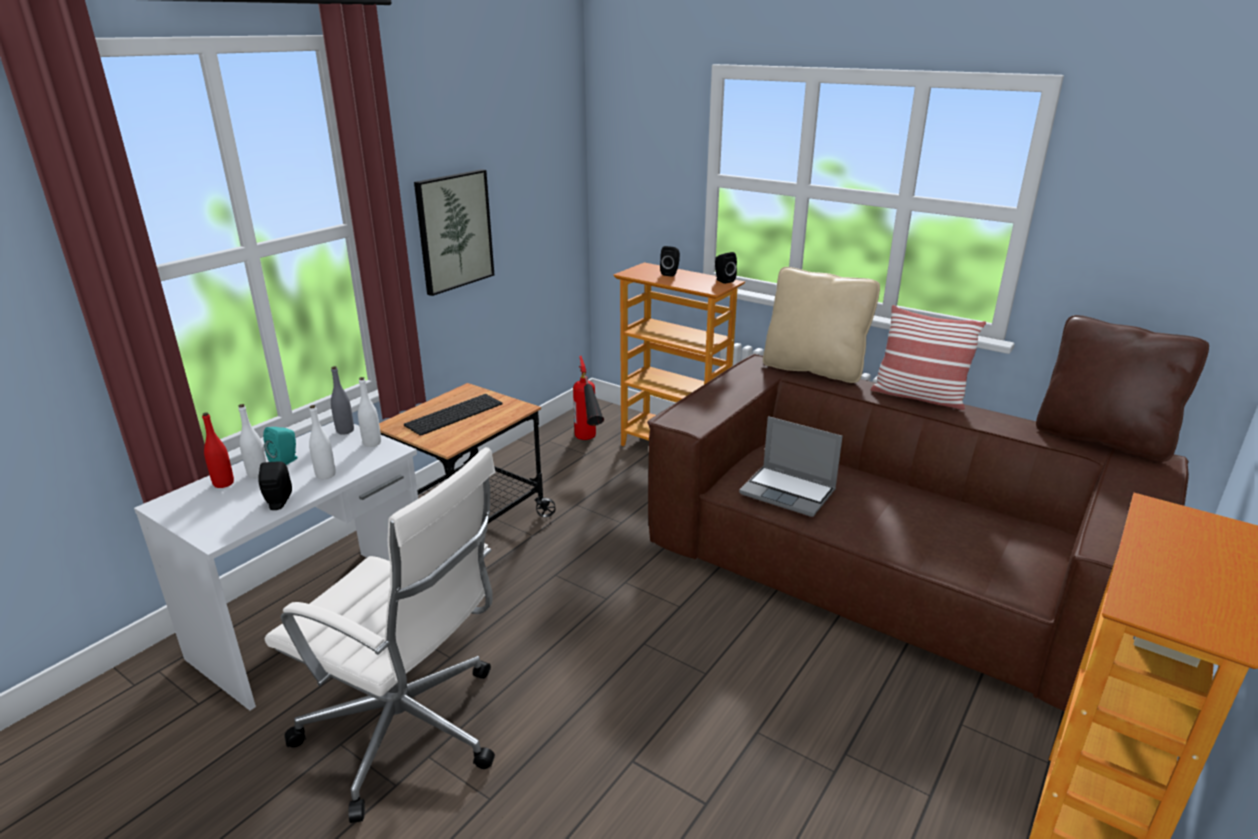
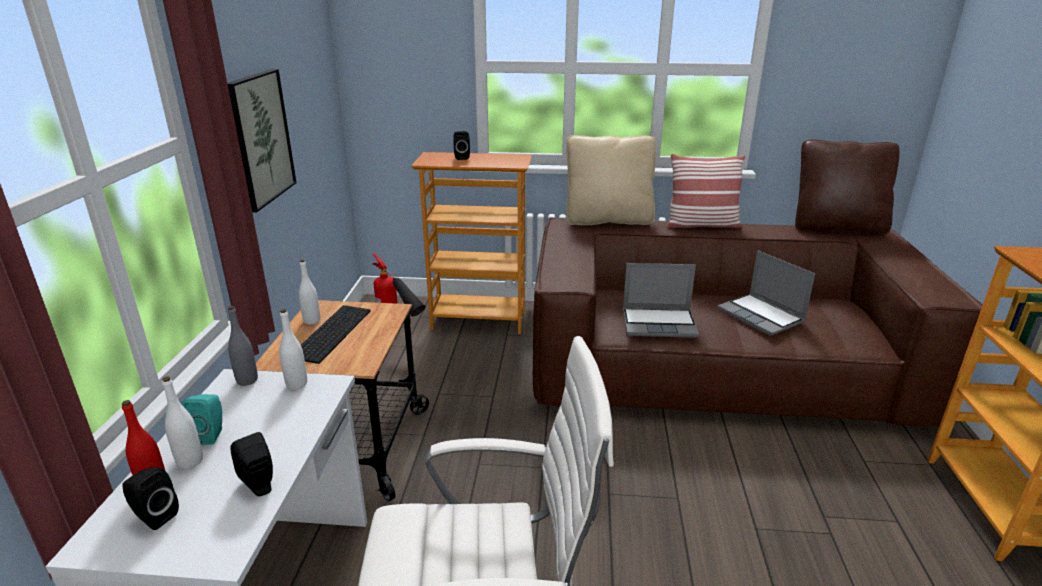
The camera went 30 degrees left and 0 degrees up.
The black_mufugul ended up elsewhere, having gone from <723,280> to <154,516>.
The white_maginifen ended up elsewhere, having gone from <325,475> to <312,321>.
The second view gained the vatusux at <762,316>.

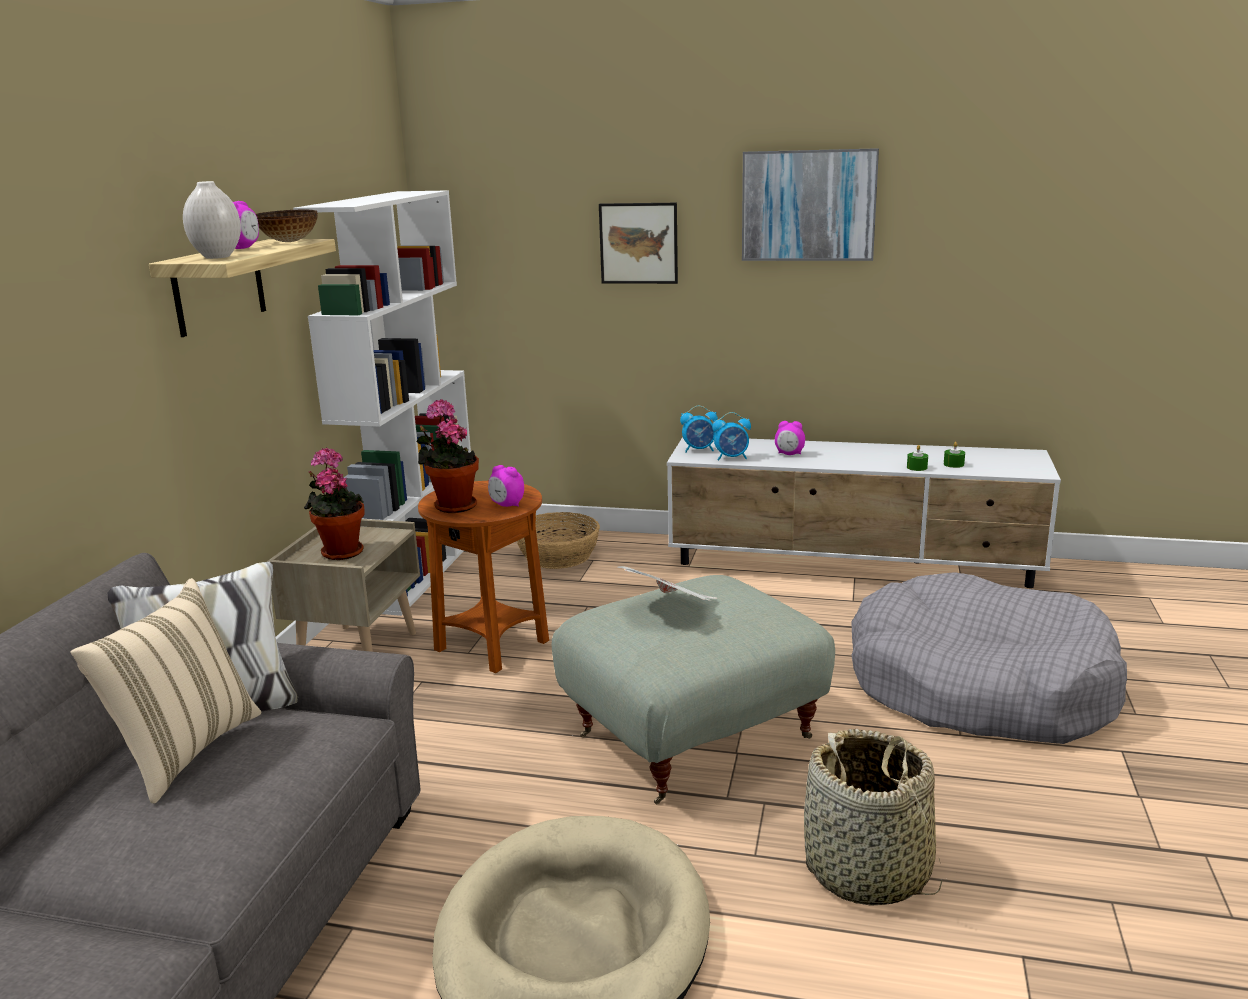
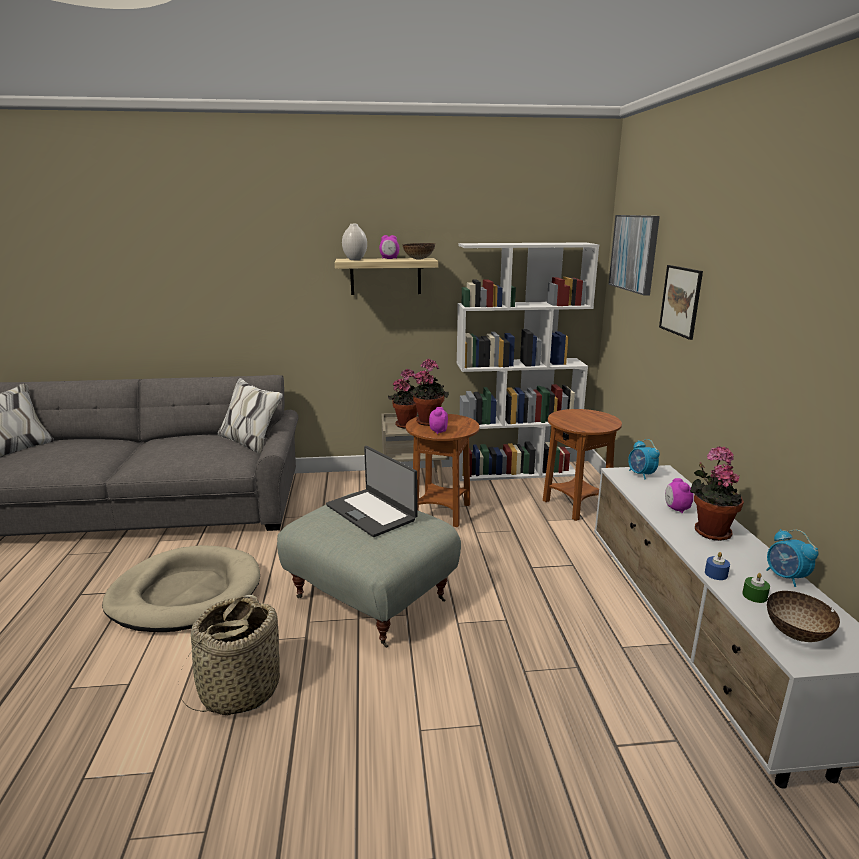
The camera went 70 degrees right and 0 degrees up.
Where the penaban stood at <670,608>, the vatusux came to stand at <371,512>.
Where the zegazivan stood at <558,556>, the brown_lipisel came to stand at <576,506>.
The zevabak ended up elsewhere, having gone from <808,205> to <634,253>.
The second view gained the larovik at <709,531>.
What was the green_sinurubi at <917,467> turned into the blue_sinurubi at <716,574>.
The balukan ended up elsewhere, having gone from <732,458> to <785,577>.
The second view gained the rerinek at <796,635>.
The second view lost the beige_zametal at <185,751>.
The second view lost the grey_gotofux at <979,686>.

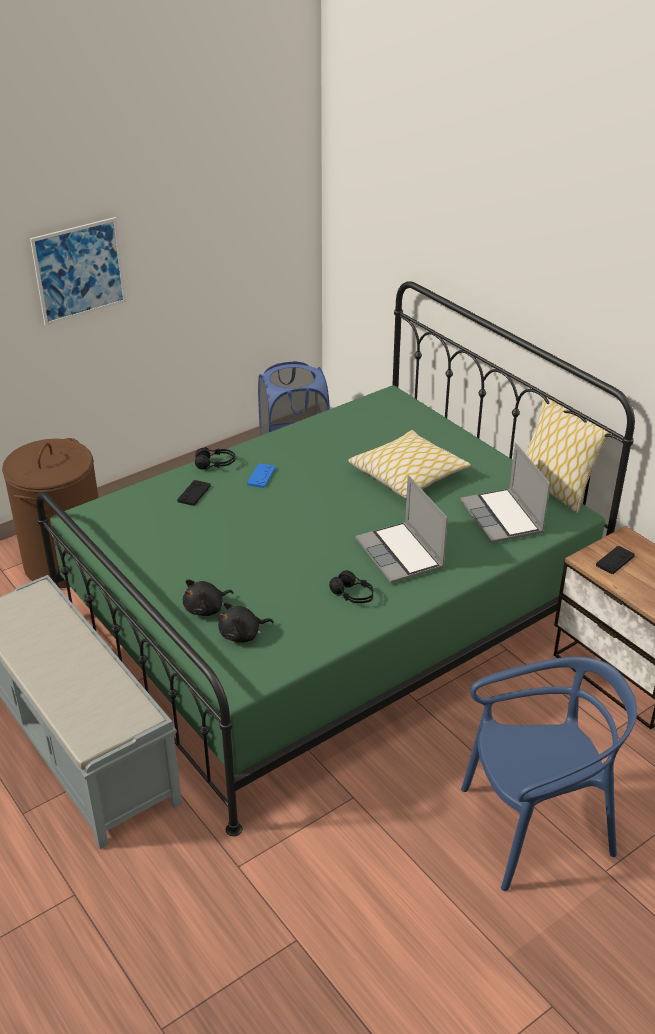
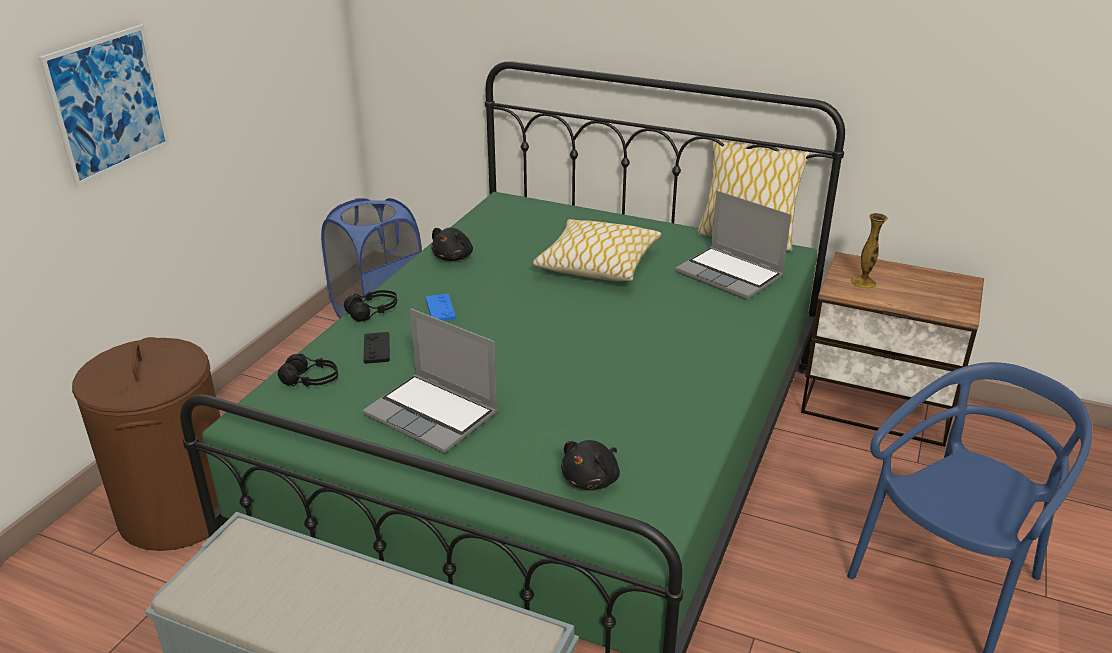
The camera went 30 degrees left and 5 degrees down.
The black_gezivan ended up elsewhere, having gone from <353,595> to <311,380>.
The vatusux ended up elsewhere, having gone from <401,554> to <433,414>.
The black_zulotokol ended up elsewhere, having gone from <206,609> to <454,257>.
Where the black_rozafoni stood at <615,561>, the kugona came to stand at <863,282>.

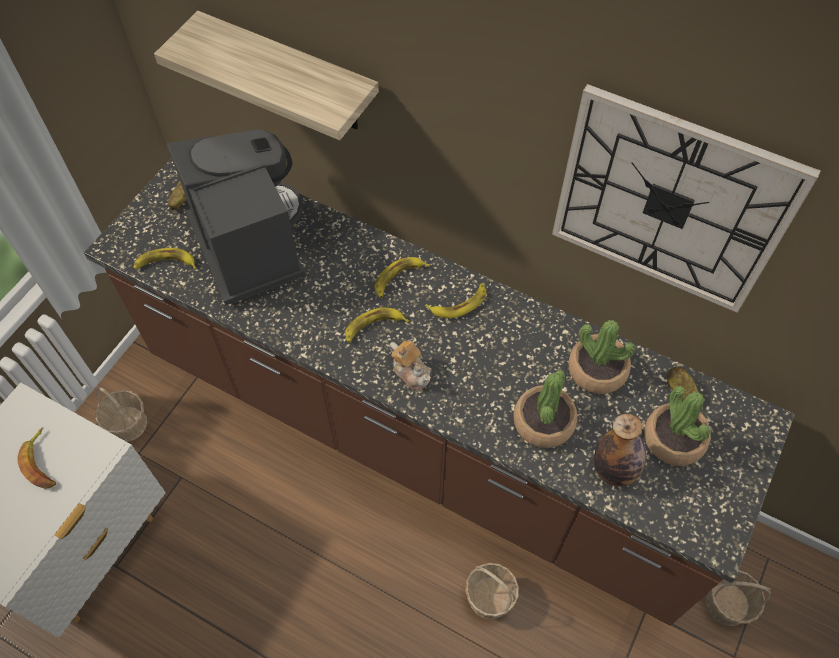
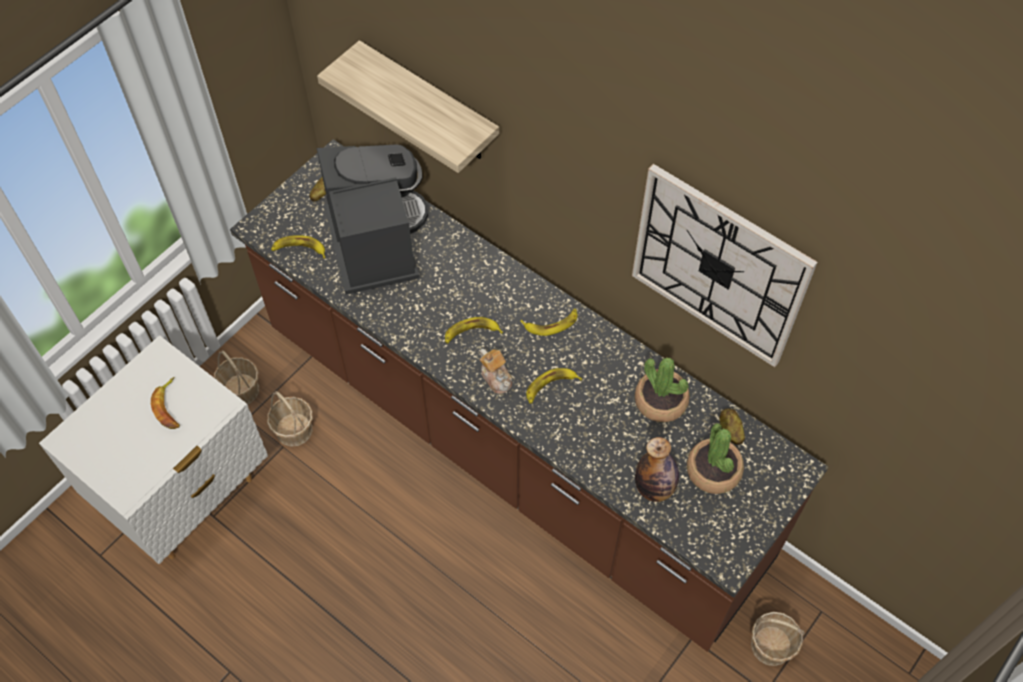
The camera went 10 degrees right and 0 degrees up.
The zegazivan ended up elsewhere, having gone from <489,597> to <294,429>.
The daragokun ended up elsewhere, having gone from <398,278> to <550,387>.
The second view lost the larovik at <543,422>.

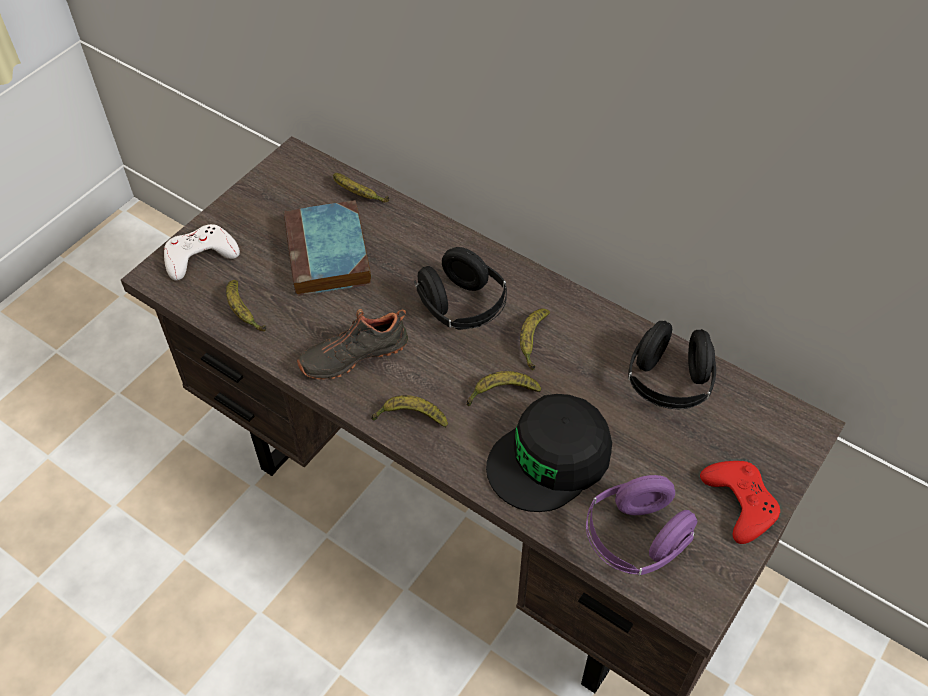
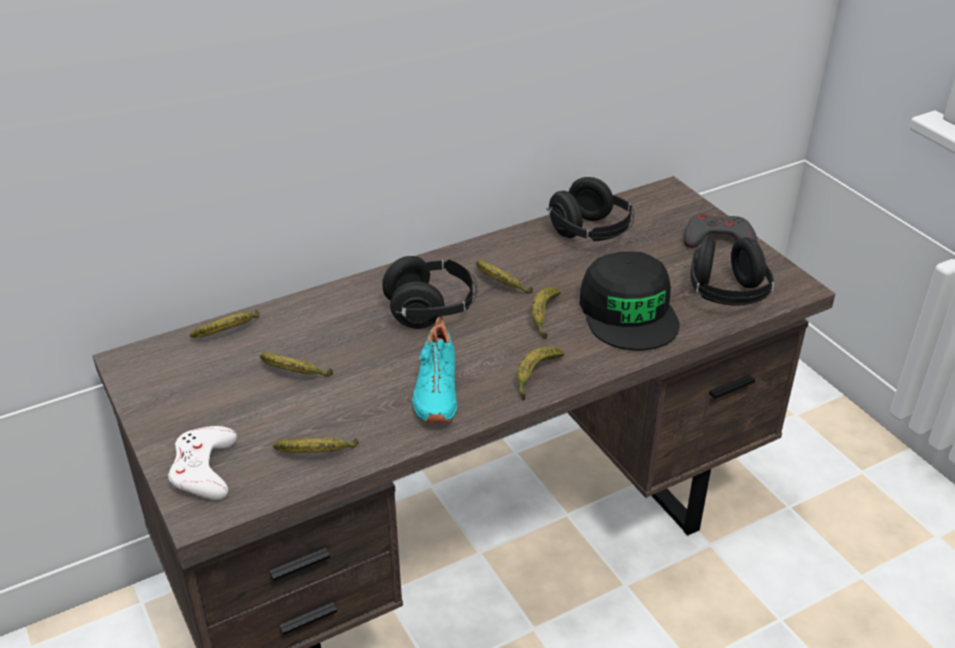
The camera went 65 degrees left and 15 degrees down.
Where the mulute stood at <329,256>, the daragokun came to stand at <294,373>.
What was the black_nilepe at <353,354> turned into the turquoise_nilepe at <434,391>.
What was the red_rozafoni at <740,502> turned into the grey_rozafoni at <718,239>.
What was the purple_gezivan at <635,539> turned into the black_gezivan at <726,295>.

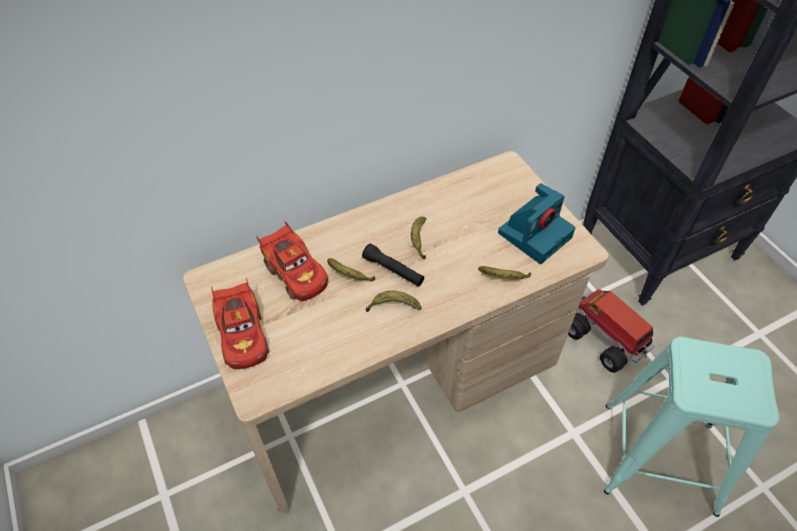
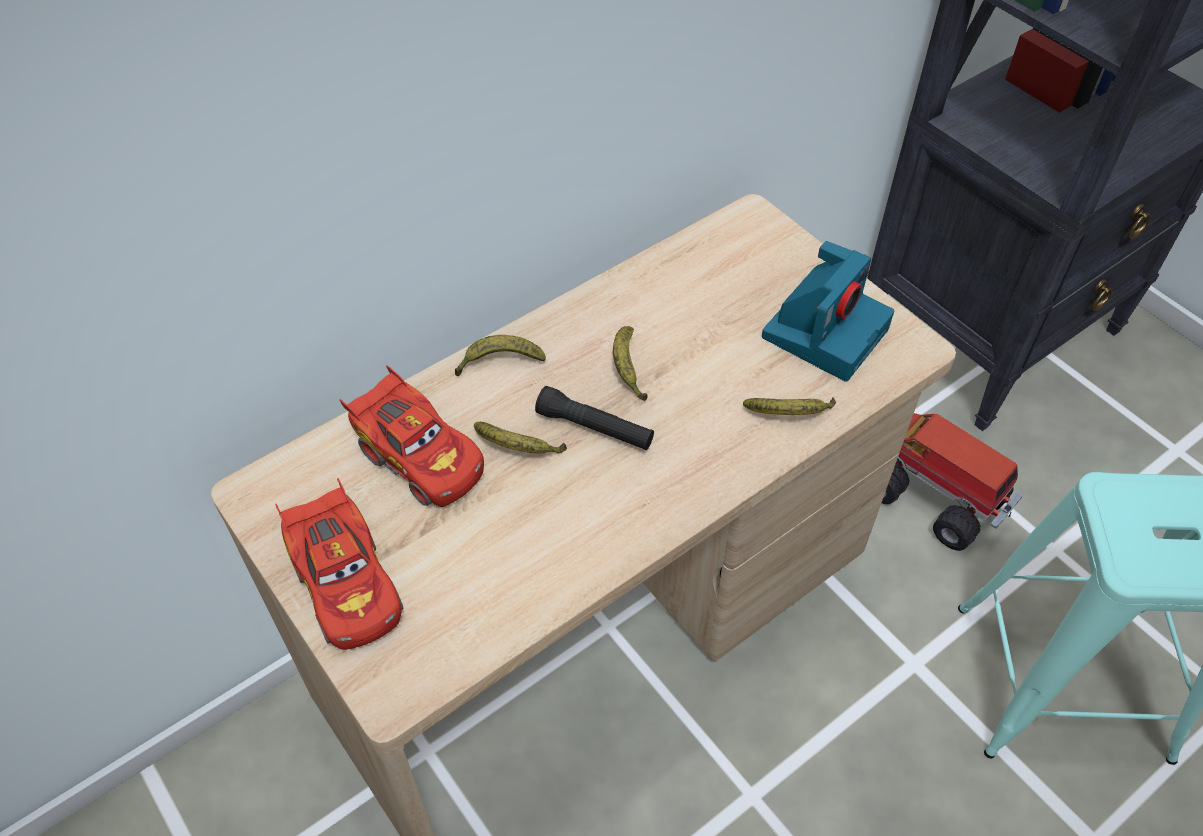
The camera went 10 degrees left and 0 degrees up.
The daragokun ended up elsewhere, having gone from <393,306> to <499,362>.

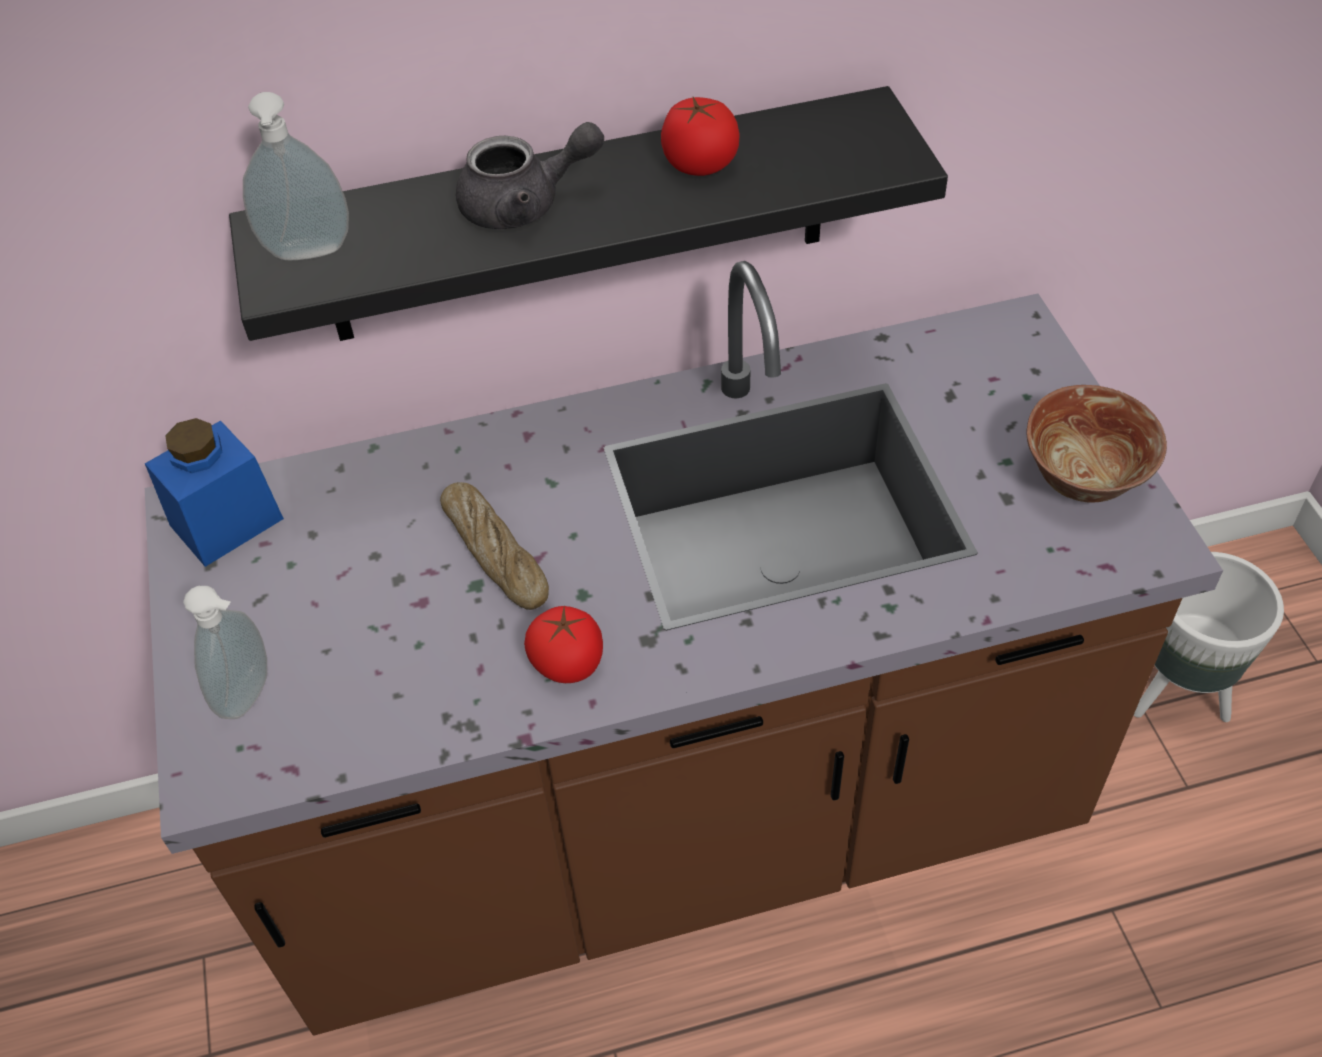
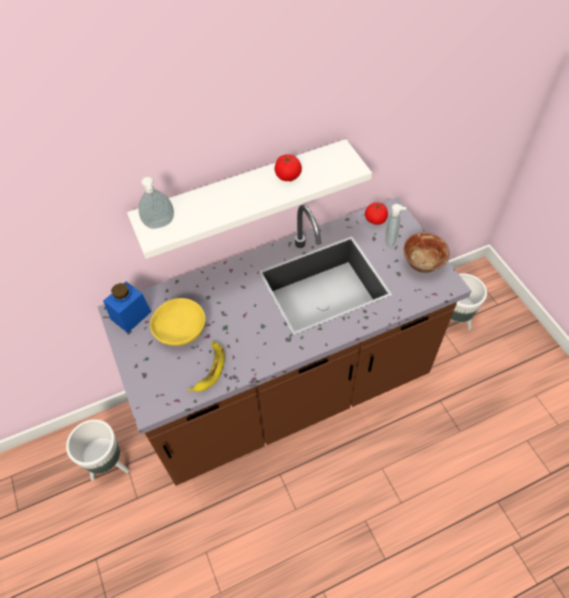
The camera went 10 degrees left and 5 degrees up.
The second view gained the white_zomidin at <109,465>.
What was the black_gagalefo at <577,219> turned into the white_gagalefo at <243,196>.
The second view gained the yellow_rerinek at <181,330>.
The second view gained the daragokun at <209,369>.
The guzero ended up elsewhere, having gone from <567,663> to <375,220>.
The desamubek ended up elsewhere, having gone from <251,695> to <391,240>.
The second view lost the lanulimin at <495,553>.
The second view lost the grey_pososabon at <525,205>.

